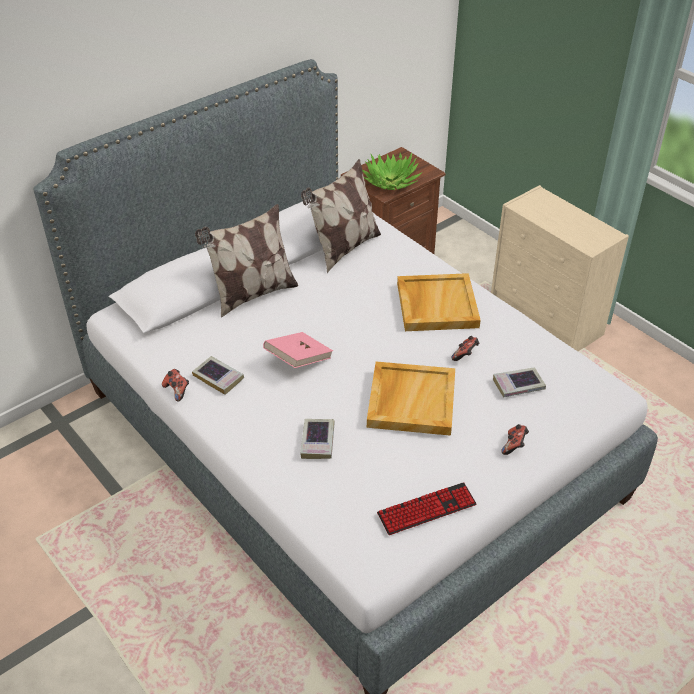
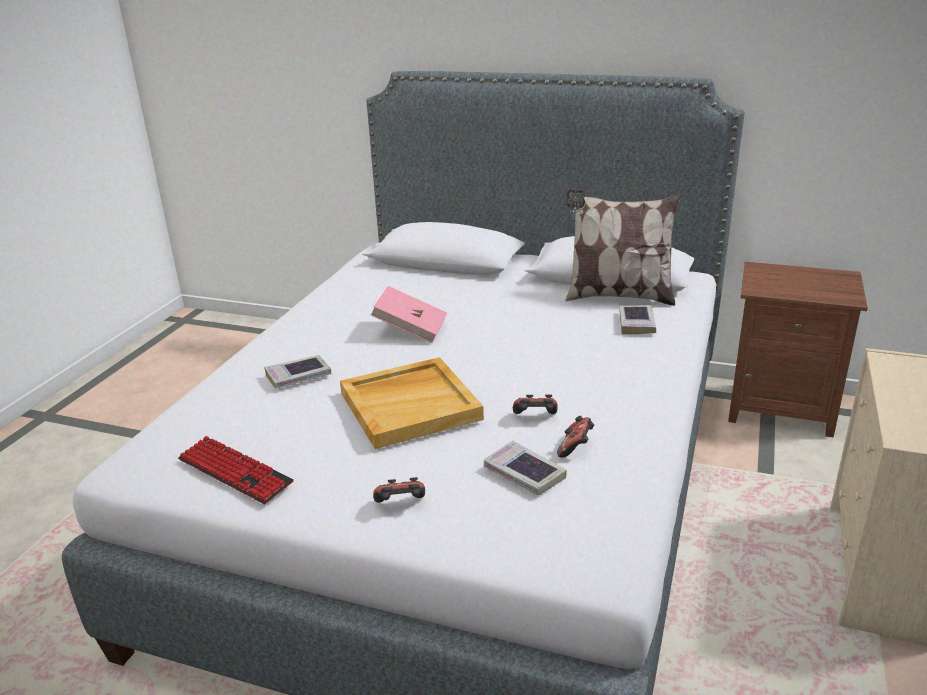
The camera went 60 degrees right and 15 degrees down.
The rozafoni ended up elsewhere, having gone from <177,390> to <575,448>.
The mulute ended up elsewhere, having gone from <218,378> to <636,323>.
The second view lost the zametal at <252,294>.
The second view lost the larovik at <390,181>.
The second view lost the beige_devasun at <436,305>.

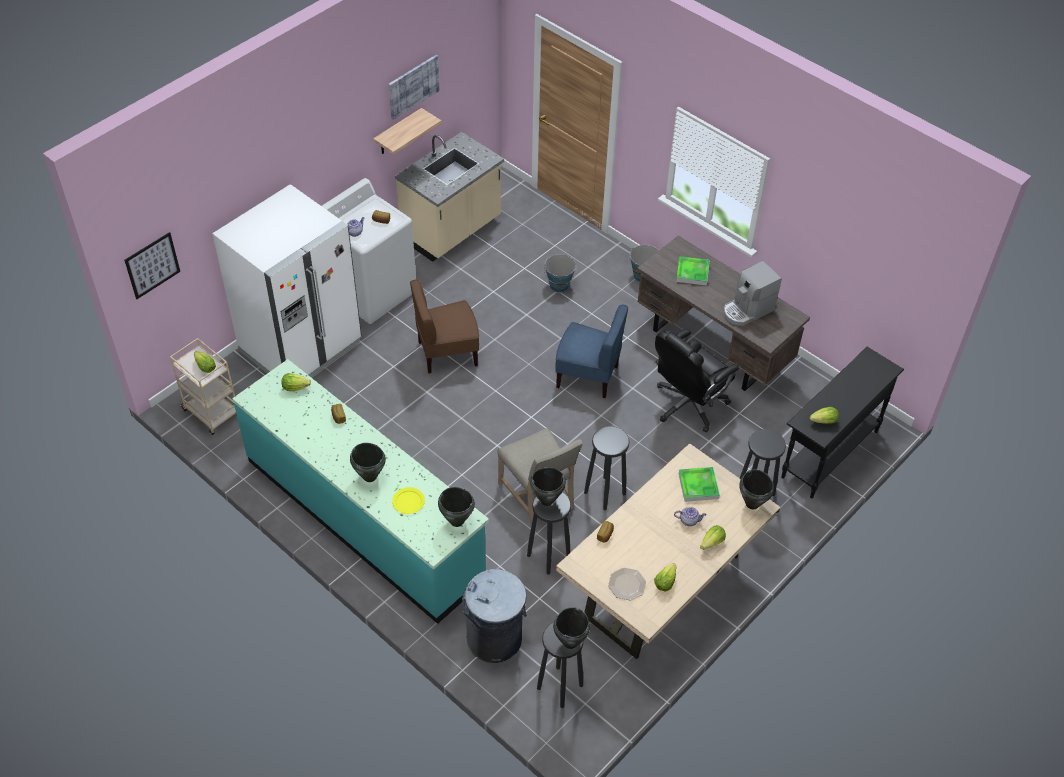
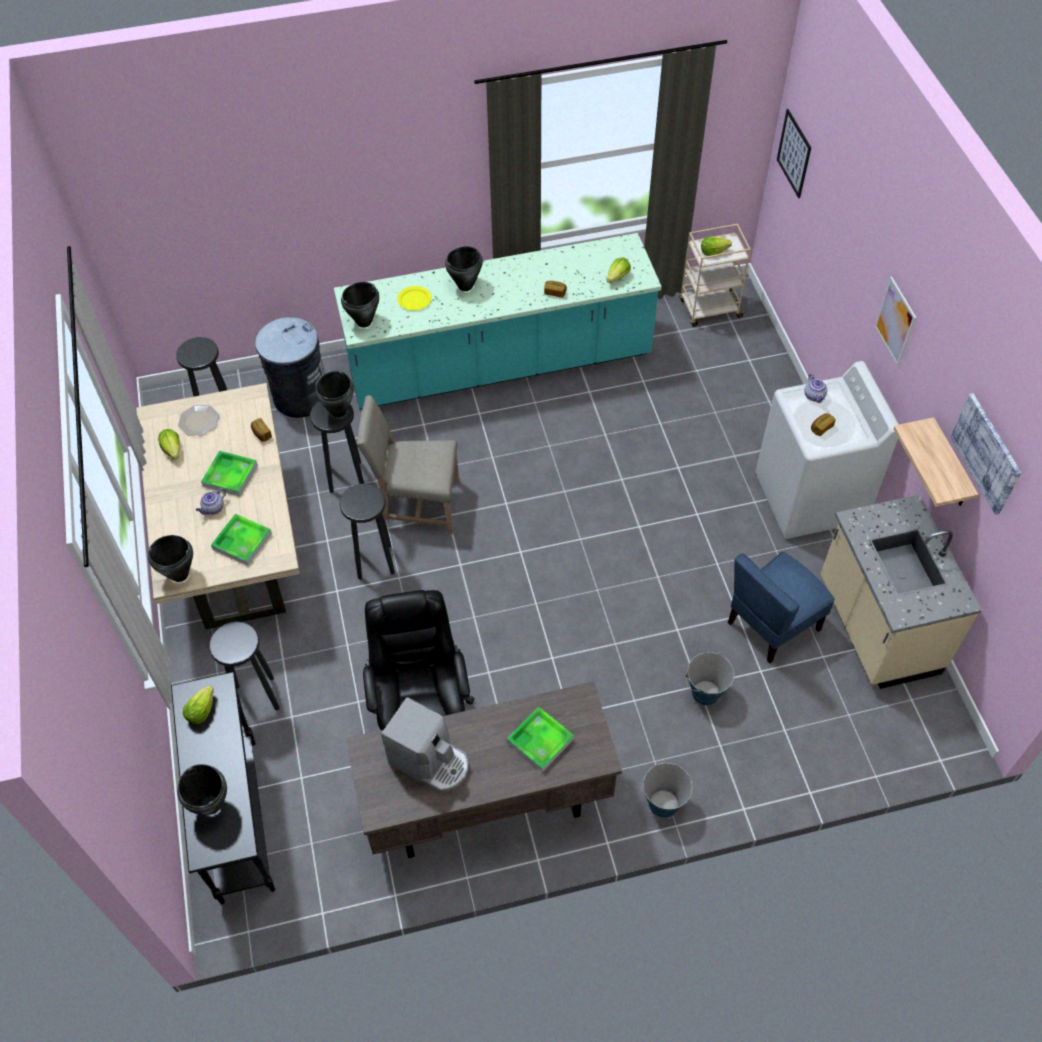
The camera went 125 degrees right and 5 degrees up.
The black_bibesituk ended up elsewhere, having gone from <570,642> to <211,805>.
The second view gained the devasun at <230,475>.
The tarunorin at <747,310> ended up facing another way, 120 degrees clockwise from before.
The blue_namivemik ended up elsewhere, having gone from <588,376> to <772,625>.
The second view gained the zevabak at <895,321>.
The second view lost the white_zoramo at <301,347>.
The second view lost the brown_namivemik at <447,353>.
The second view lost the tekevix at <712,543>.

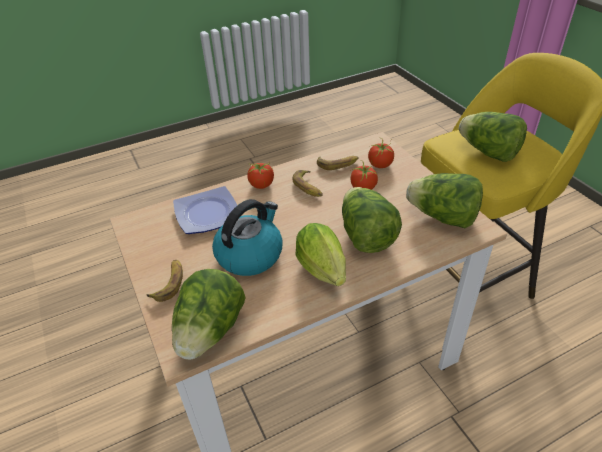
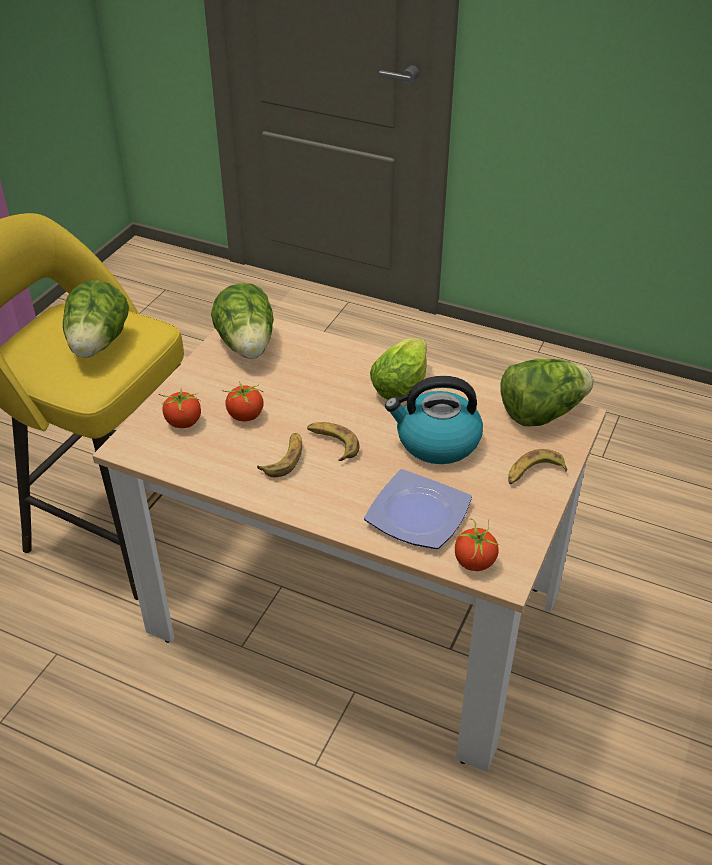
The camera went 130 degrees left and 0 degrees up.
The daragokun ended up elsewhere, having gone from <338,164> to <332,444>.
The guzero ended up elsewhere, having gone from <262,185> to <474,562>.
The second view lost the tekevix at <365,236>.

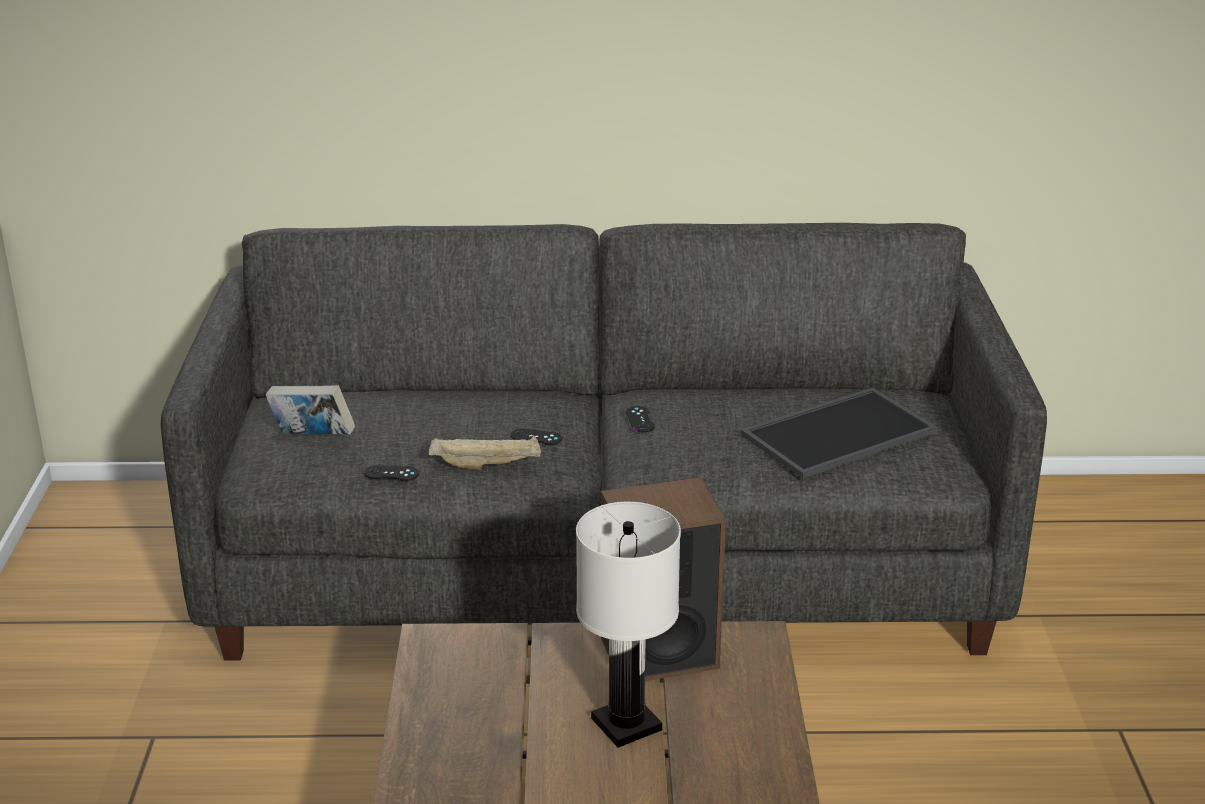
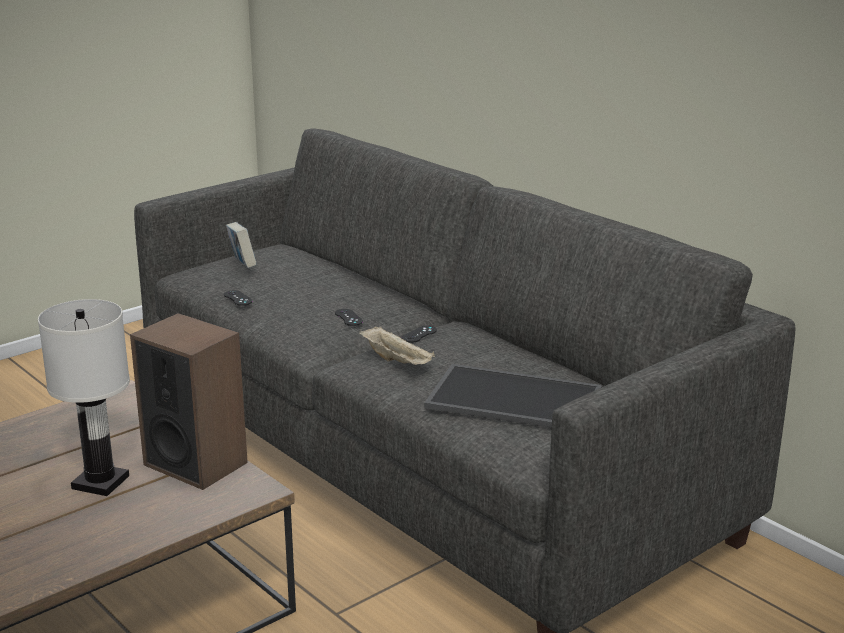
The camera went 50 degrees right and 5 degrees down.
The beige_devasun ended up elsewhere, having gone from <487,465> to <397,361>.

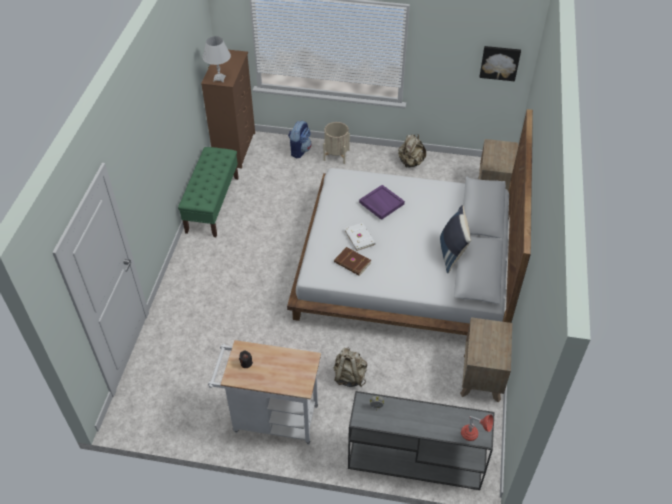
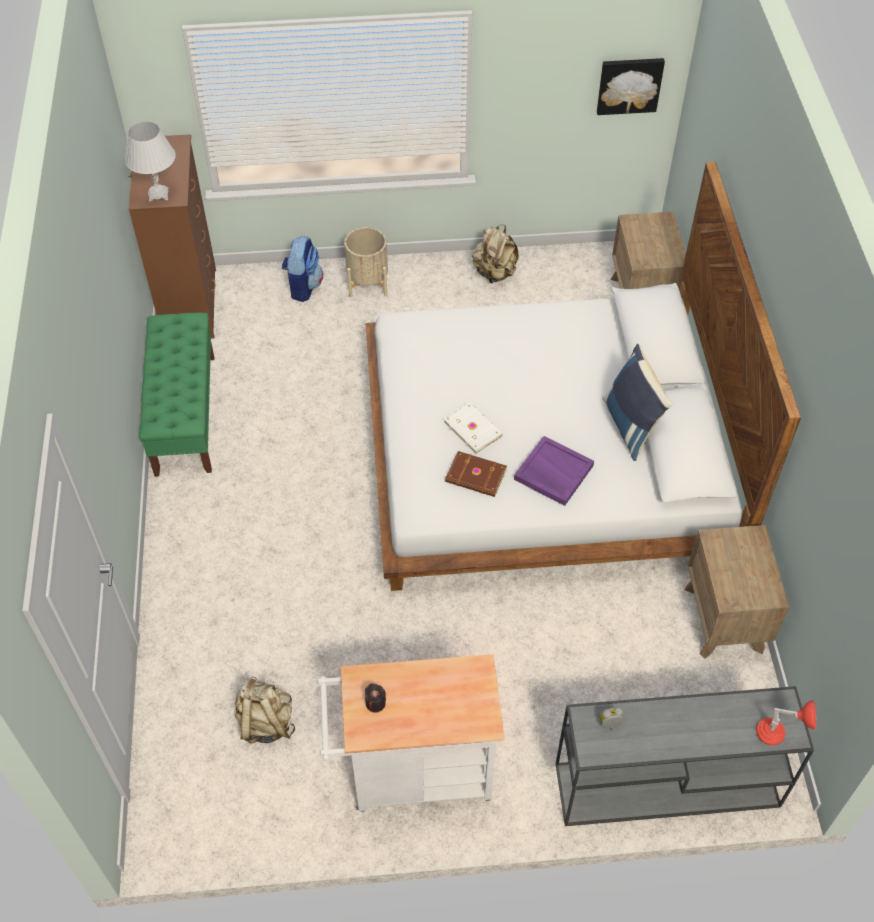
The camera went 15 degrees left and 5 degrees up.
The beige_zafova ended up elsewhere, having gone from <349,376> to <265,722>.
The purple_devasun ended up elsewhere, having gone from <381,203> to <553,472>.

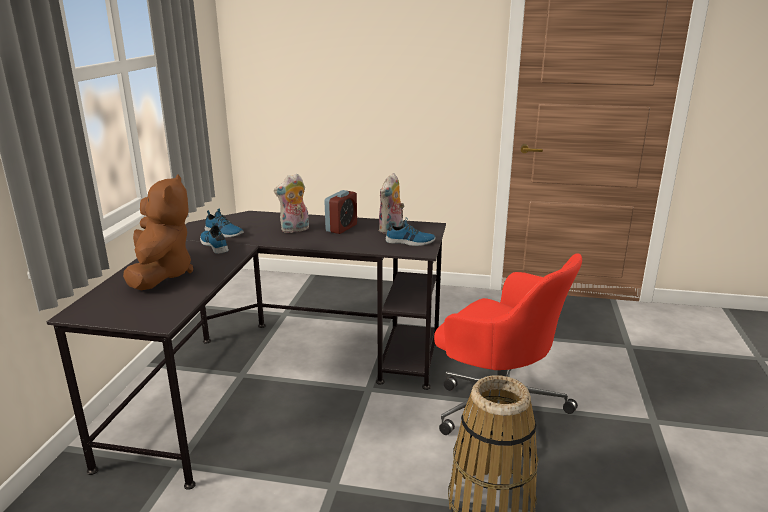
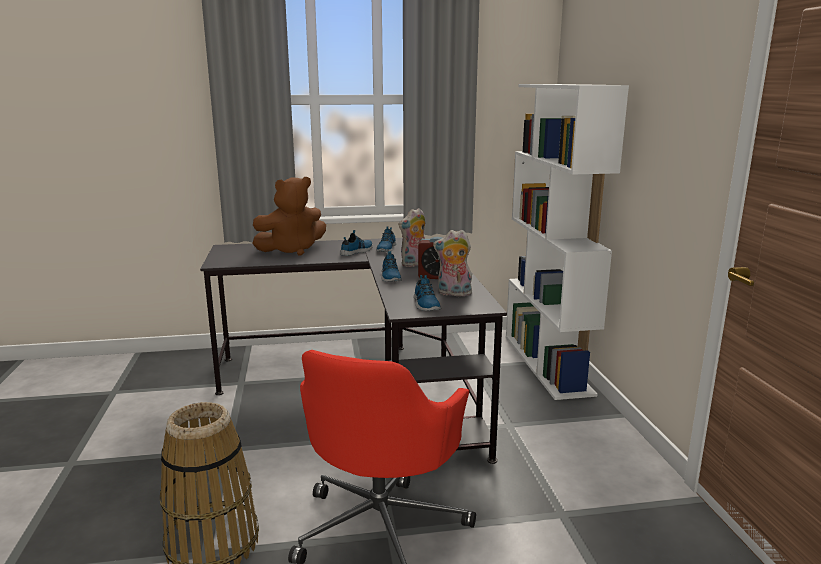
The camera went 70 degrees right and 5 degrees down.
The second view gained the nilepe at <390,277>.
The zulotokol at <294,230> ended up facing another way, 75 degrees counterclockwise from before.
The second view gained the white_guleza at <548,364>.

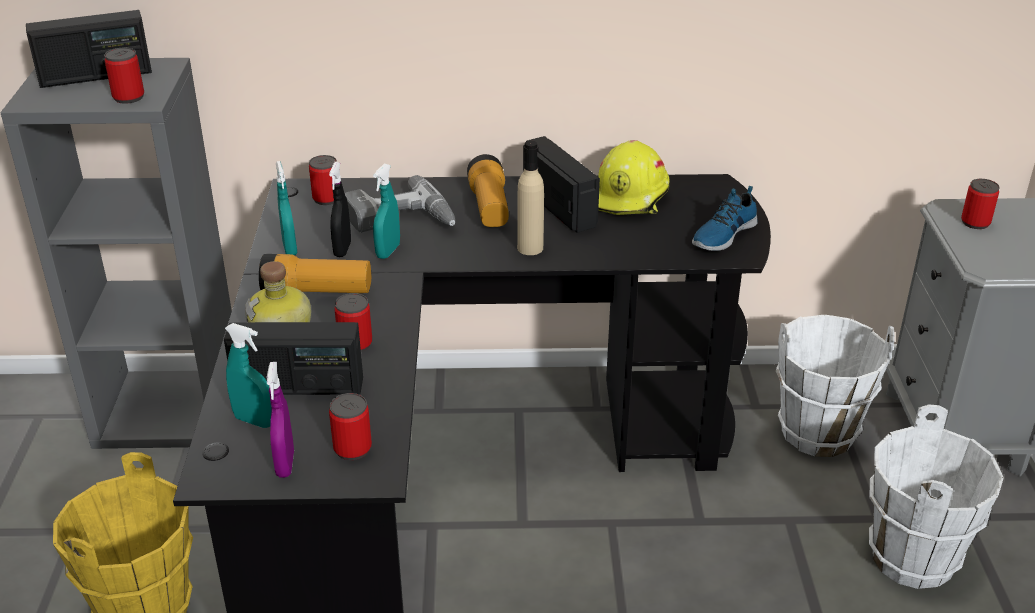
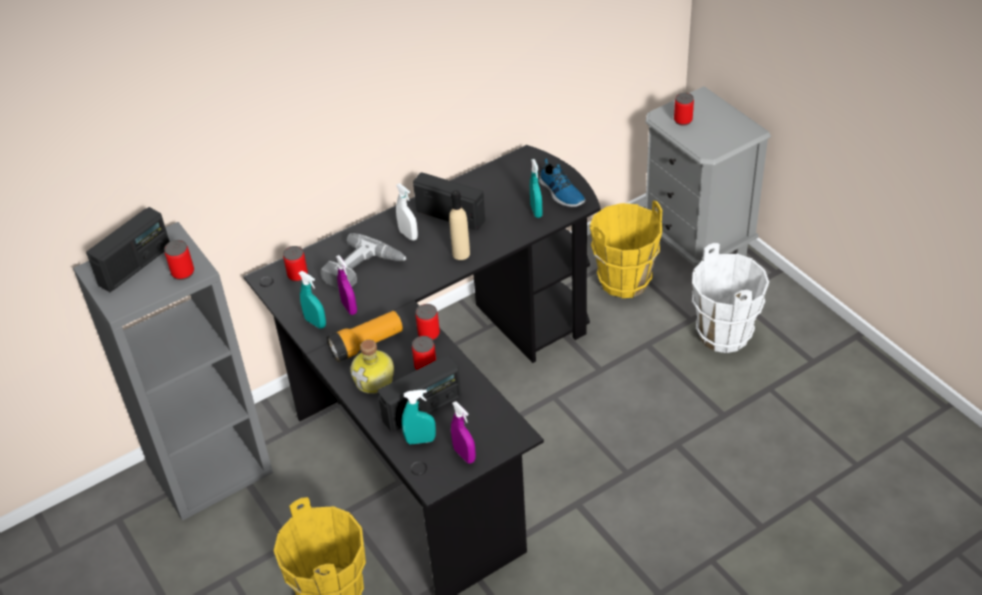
The camera went 30 degrees left and 10 degrees up.
What was the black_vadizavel at <342,249> turned into the purple_vadizavel at <349,308>.
Where the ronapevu stood at <489,208>, the white_vadizavel came to stand at <408,235>.
The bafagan ended up elsewhere, having gone from <352,449> to <429,334>.
The turquoise_vadizavel ended up elsewhere, having gone from <388,251> to <536,211>.
The nilepe at <722,234> ended up facing another way, 45 degrees counterclockwise from before.
What was the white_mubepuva at <817,432> turned into the yellow_mubepuva at <624,281>.
The second view lost the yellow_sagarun at <631,197>.

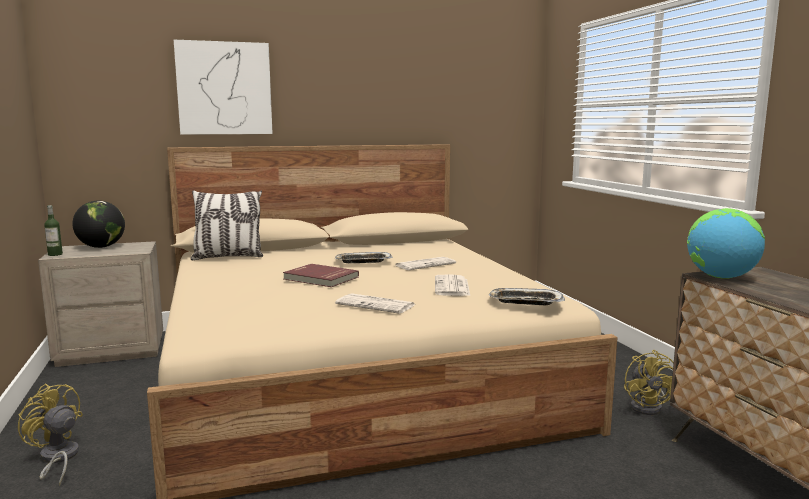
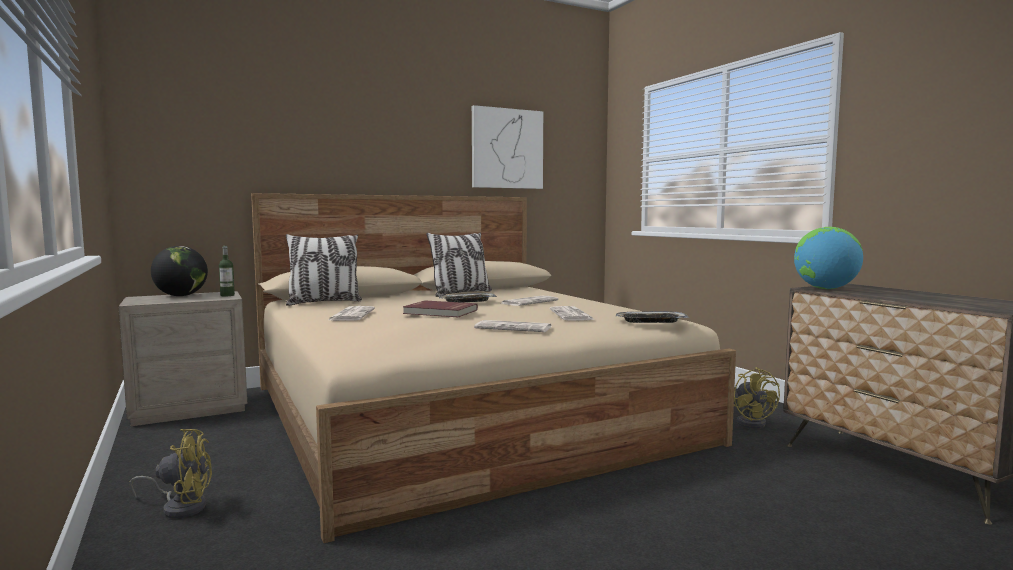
The camera went 10 degrees left and 5 degrees down.
The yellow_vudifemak at <57,459> ended up facing another way, 150 degrees clockwise from before.
The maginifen ended up elsewhere, having gone from <55,254> to <227,295>.
The second view gained the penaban at <351,315>.
The second view gained the zametal at <460,293>.
The zevabak ended up elsewhere, having gone from <224,88> to <507,149>.

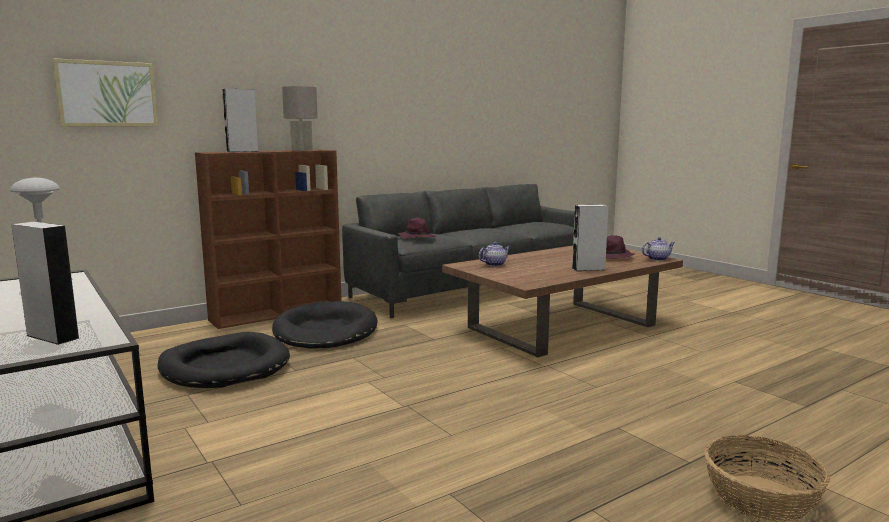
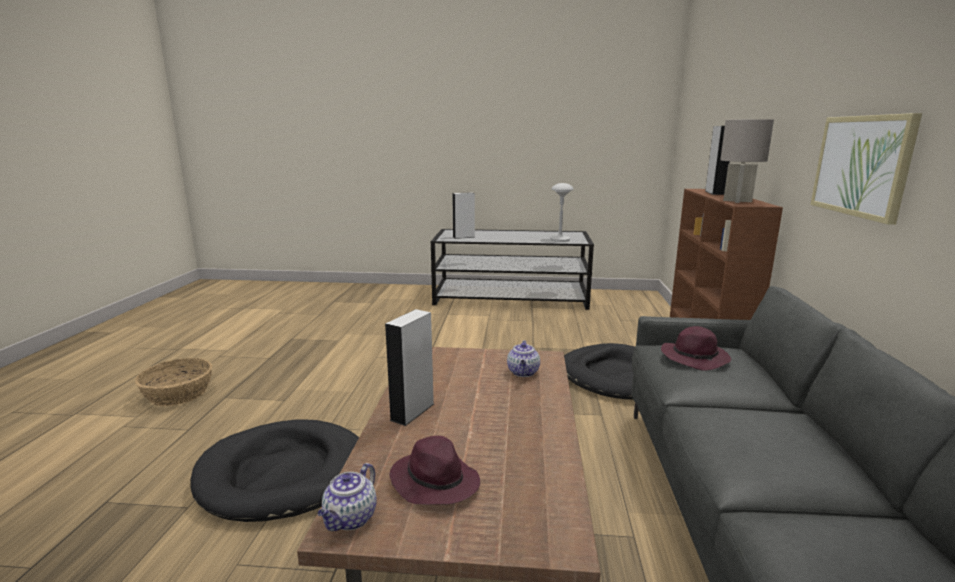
The camera went 130 degrees right and 5 degrees up.
The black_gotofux ended up elsewhere, having gone from <224,366> to <284,474>.
The zevabak ended up elsewhere, having gone from <107,94> to <862,165>.

